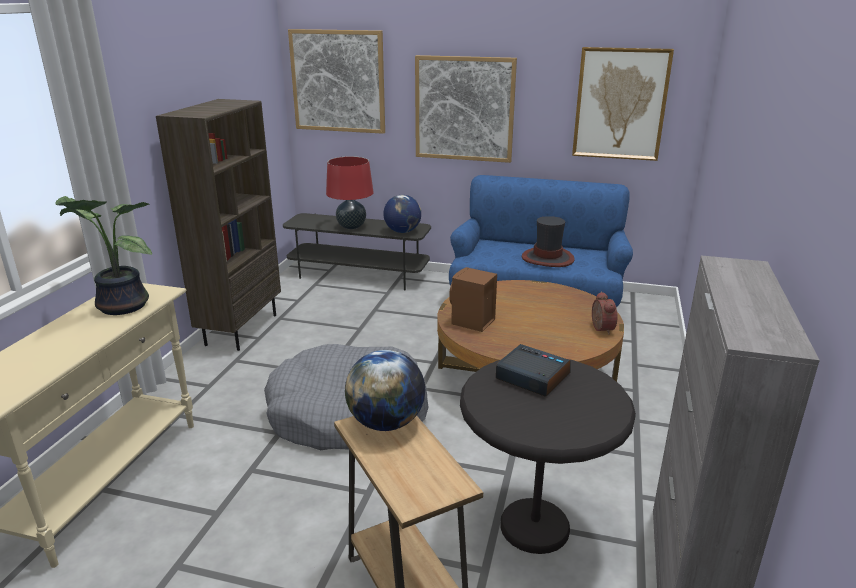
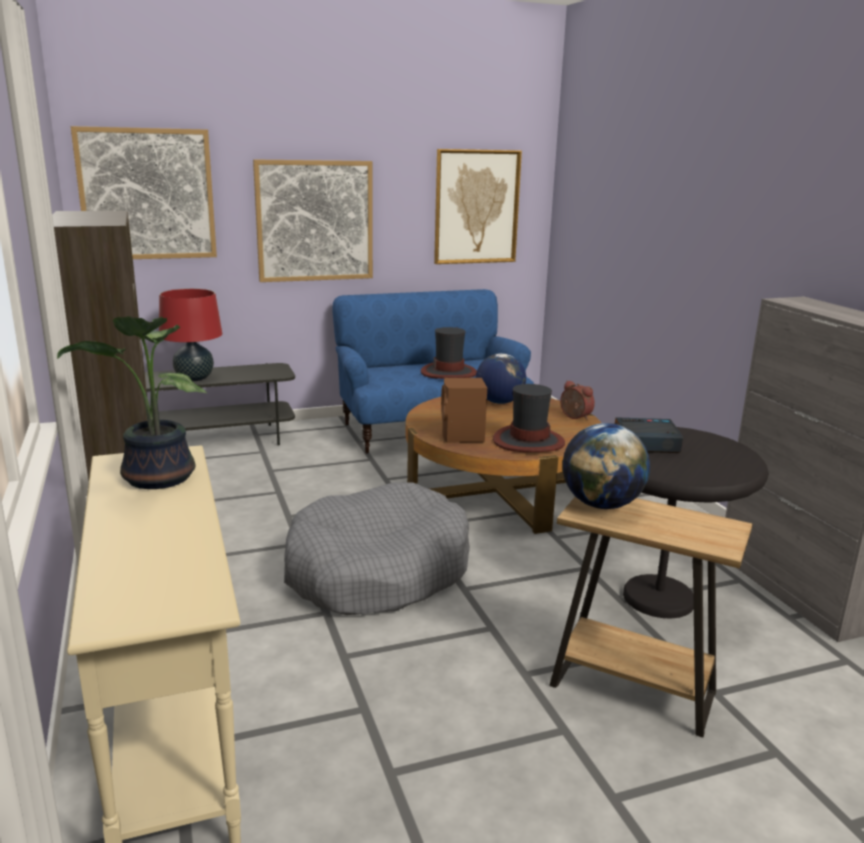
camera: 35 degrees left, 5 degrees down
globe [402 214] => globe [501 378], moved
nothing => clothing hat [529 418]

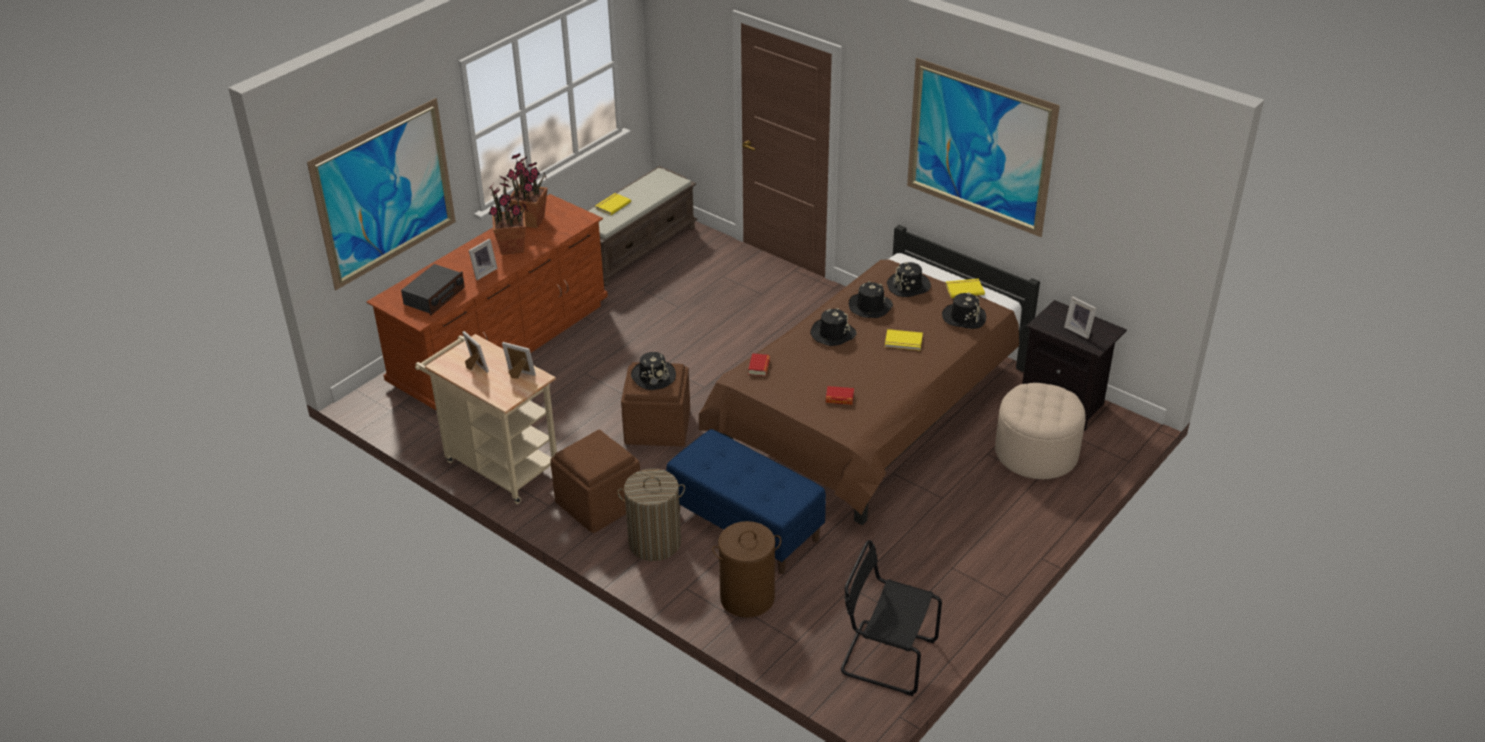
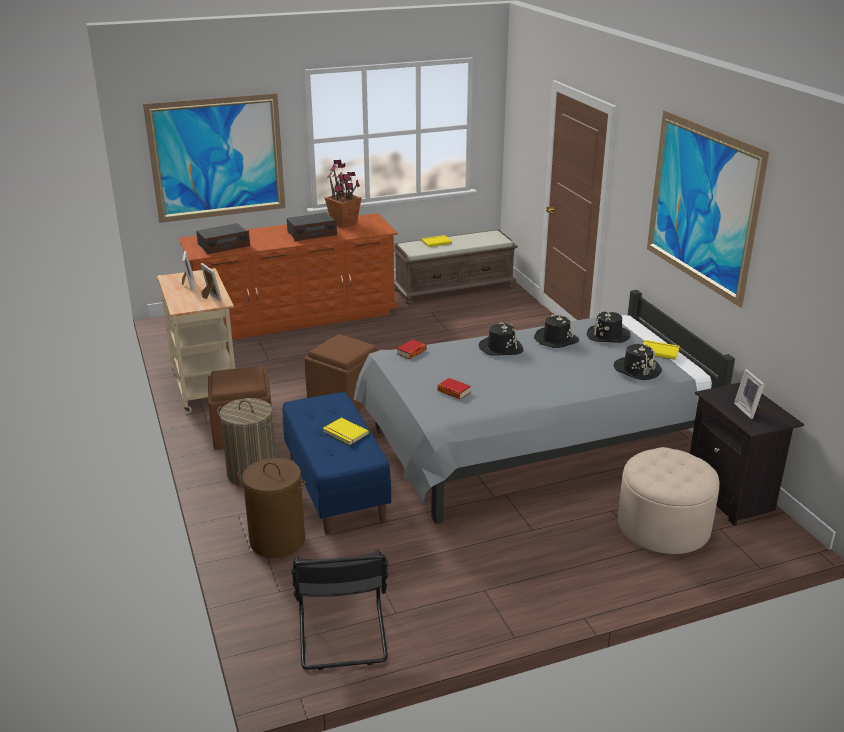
camera: 30 degrees right, 10 degrees down
plant in a pot [508 215] => radio [312 226]
blackish plain chair [891 618] => blackish plain chair [340 609], 150 degrees counterclockwise
yellowish bound book [904 340] => yellowish bound book [346 431], moved
brownish bedroom bed [869 375] => gray bedroom bed [544 407]
standing frame [483 259] => nothing
blackish clothing hat [653 371] => nothing

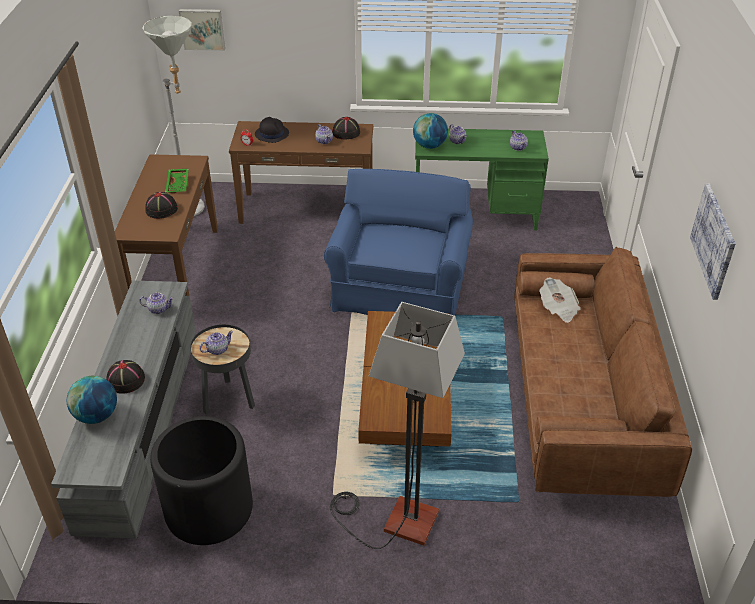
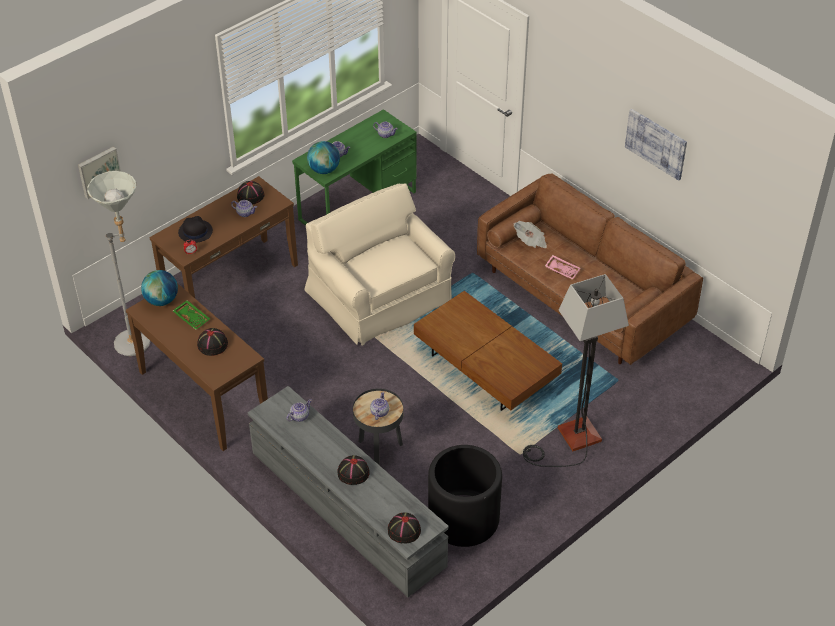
camera: 45 degrees left, 5 degrees up
globe [92 400] => globe [159 288], moved
blue-coloured easy chair [398 242] => sand-coloured easy chair [379 264]
nothing => blackish clothing hat [404 527]
nothing => pink-coloured tray [562 267]

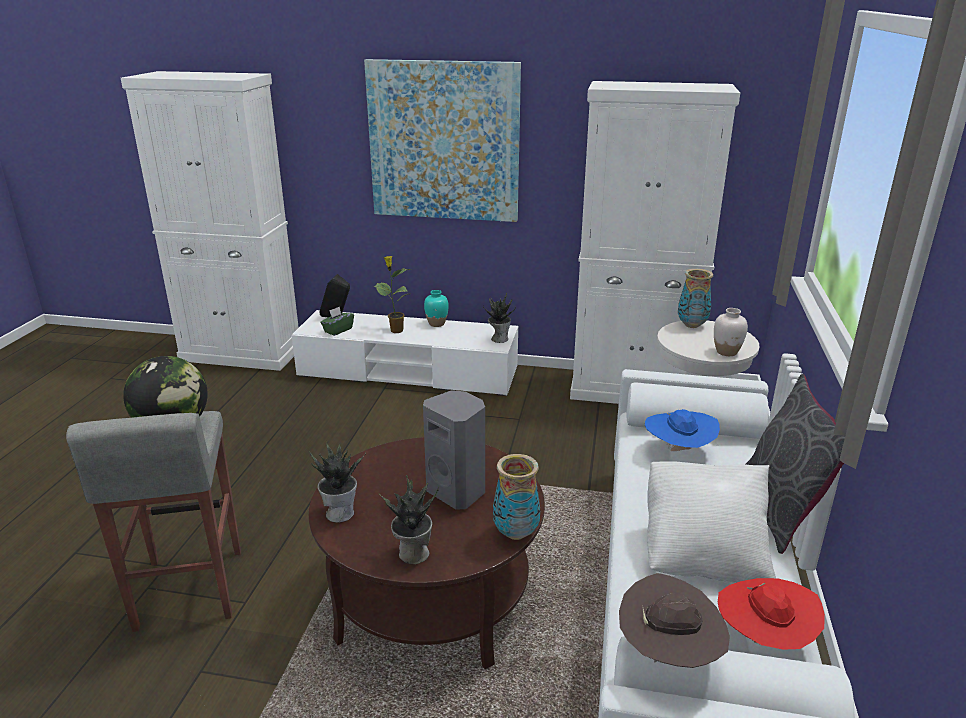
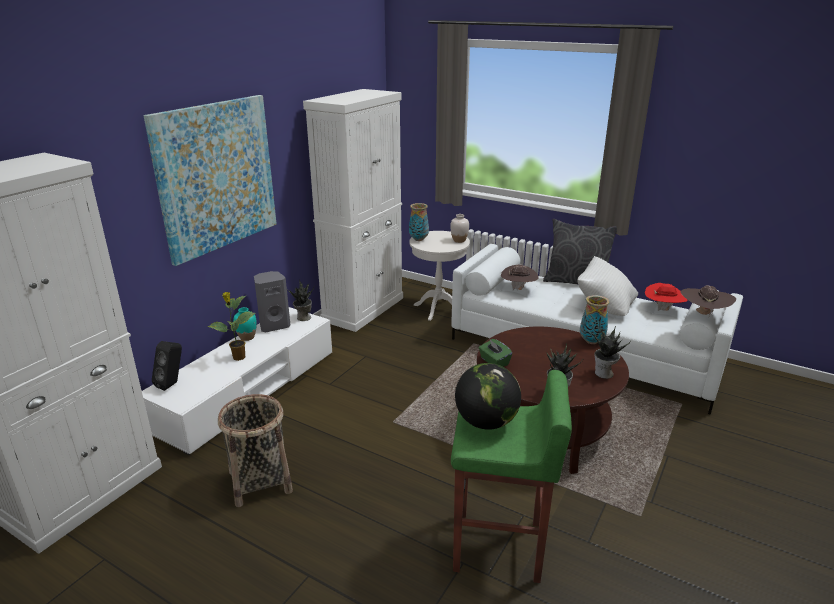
camera: 70 degrees left, 0 degrees up
nothing => basket [255 450]
gray speaker [454 450] => gray speaker [272 301], moved
gray sitting stool [153 521] => green-coloured sitting stool [511 476]
green-coloured tissue holder [337 321] => green-coloured tissue holder [496 353], moved
blue-coloured clothing hat [682 430] => brownish clothing hat [520 277]

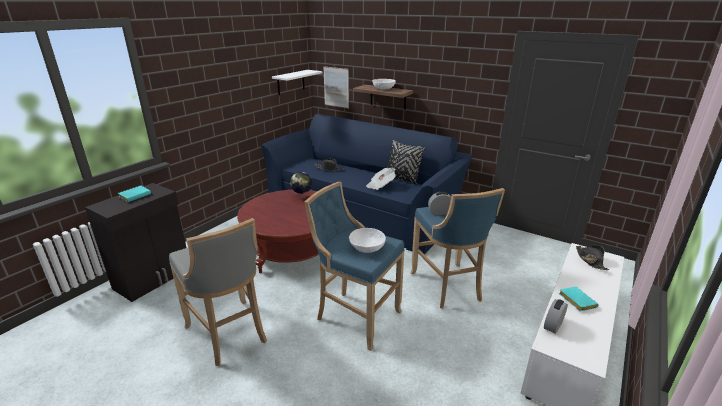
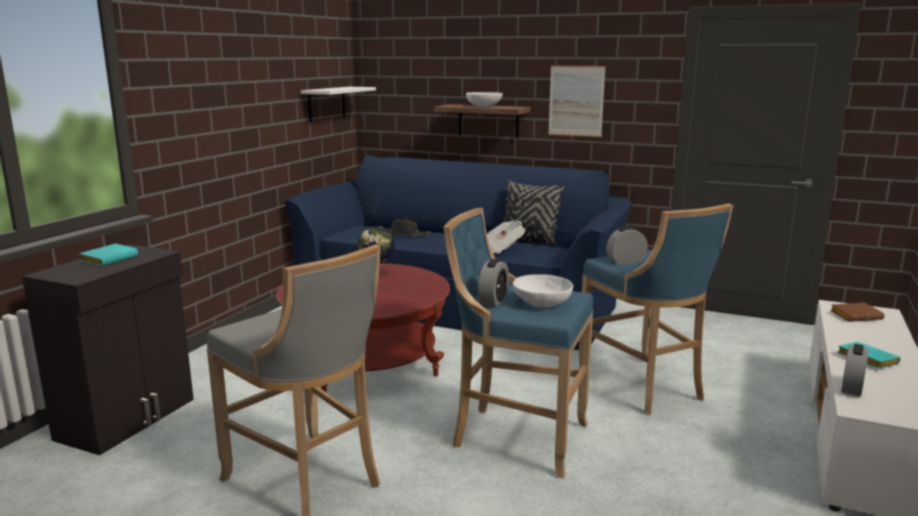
camera: 10 degrees left, 10 degrees down
nothing => table clock [493 282]
wall picture [336 87] => wall picture [577 101], moved
blackish clothing hat [592 257] => brownish bound book [857 312]

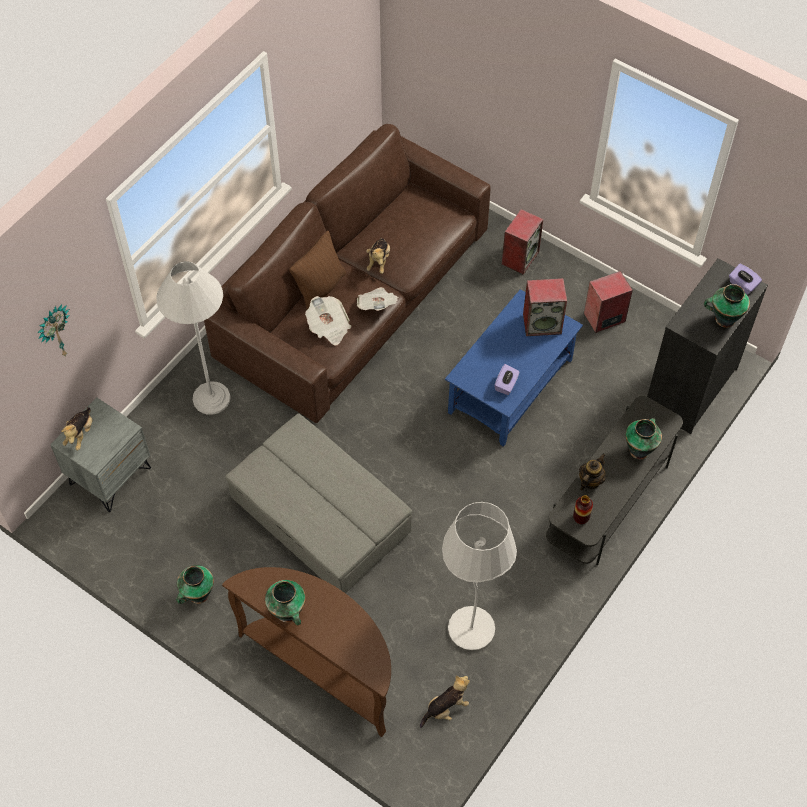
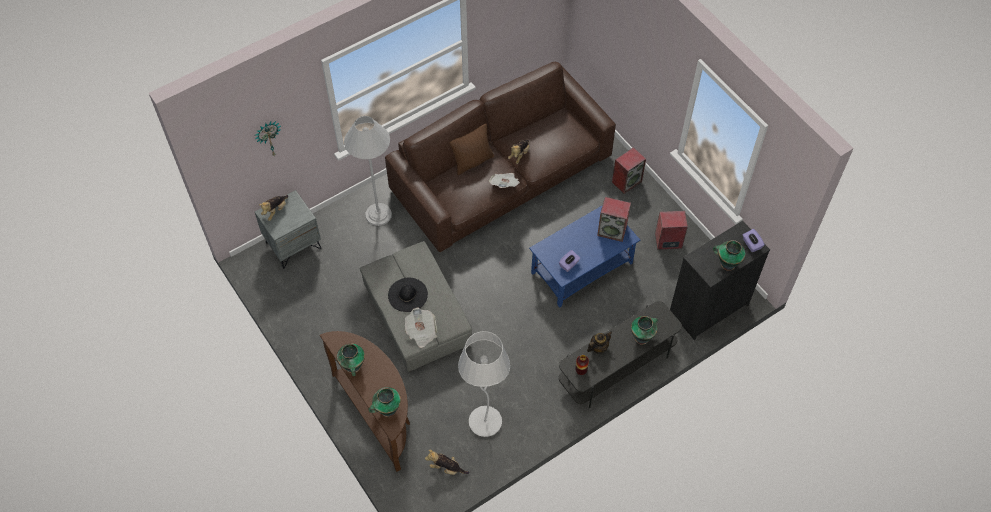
camera: 20 degrees right, 0 degrees up
vase [195 584] => vase [384 402], moved
nothing => blackish clothing hat [408 295]
printed paper [328 321] => printed paper [421 328], moved
cuddly toy [445 701] => cuddly toy [447 462], 150 degrees counterclockwise

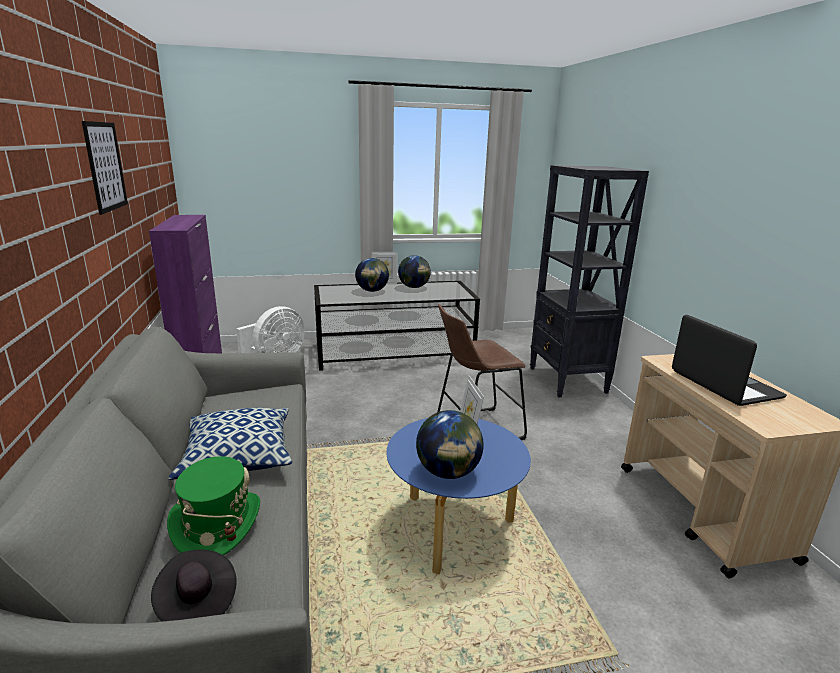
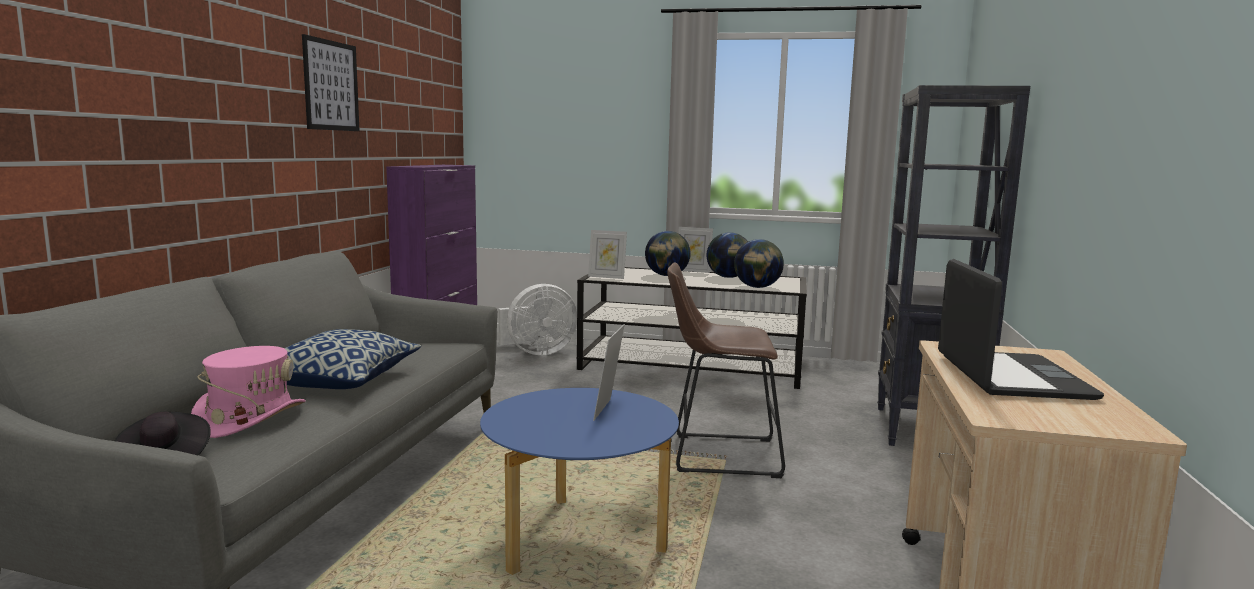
camera: 25 degrees right, 10 degrees down
green-coloured clothing hat [213 505] => pink-coloured clothing hat [248 392]
nothing => standing frame [607 254]
globe [450 444] => globe [759 263], moved

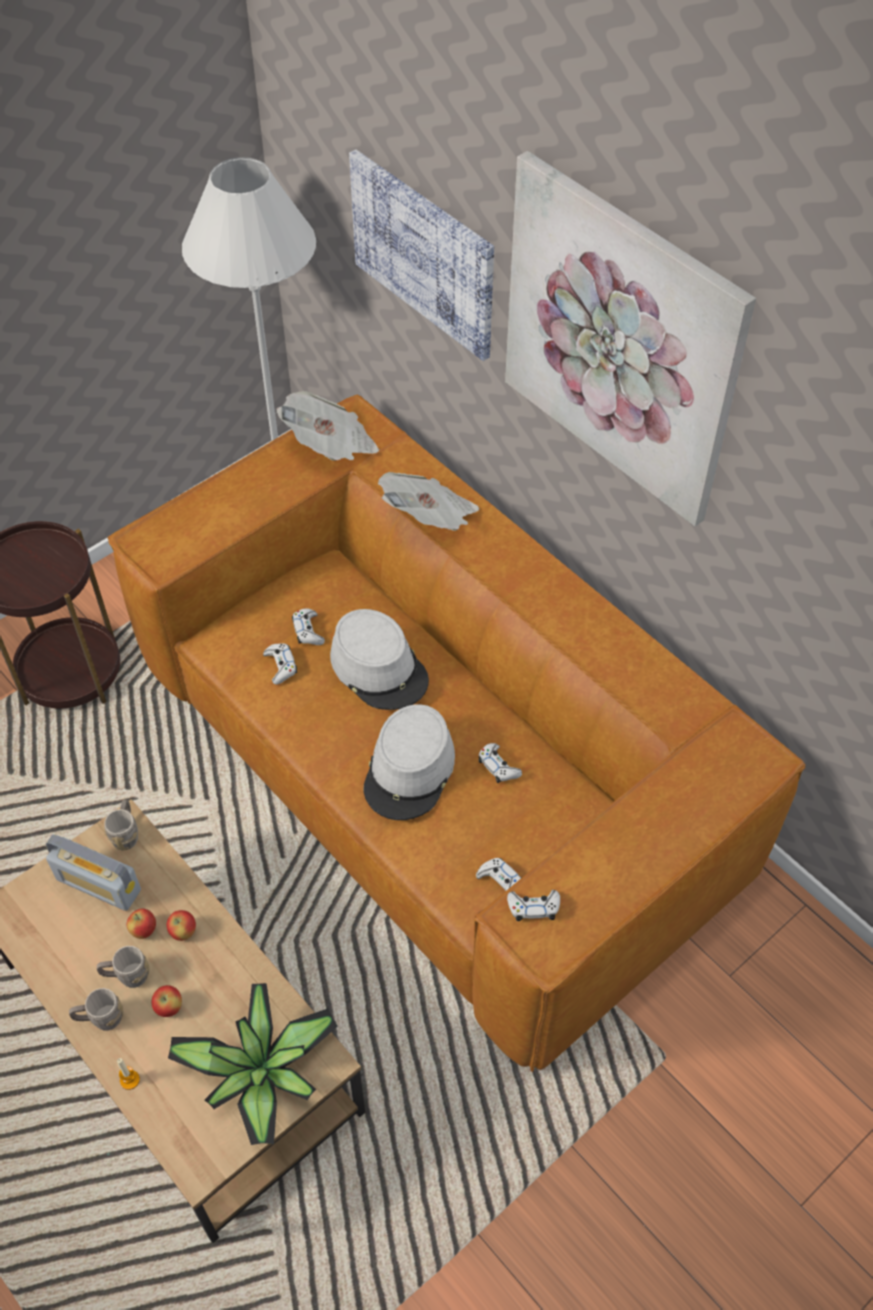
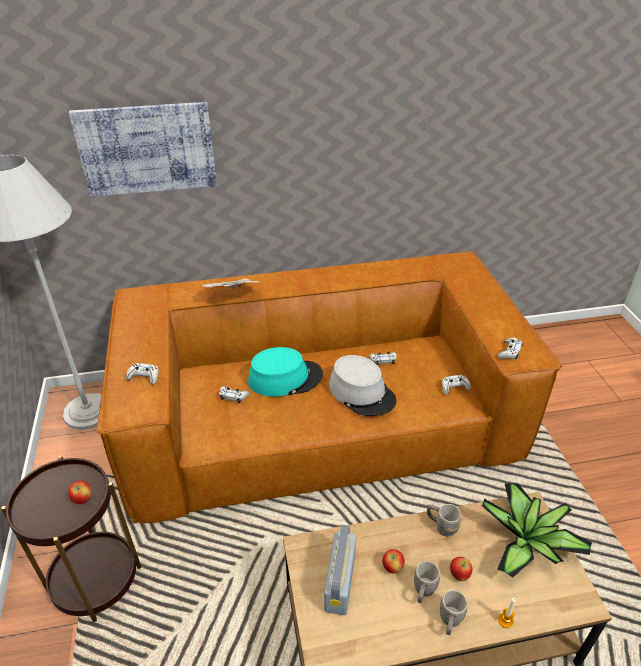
camera: 60 degrees left, 15 degrees down
apple fruit [181 925] => apple fruit [80 492], moved
whitish joypad [280 664] => whitish joypad [142 373], moved
gray clothing hat [379 659] => turquoise clothing hat [285 372]
radio [93 872] => radio [340 570], 135 degrees clockwise
gray mug [121 825] => gray mug [444 520], moved
printed paper [327 426] => nothing
wall picture [630 338] => nothing

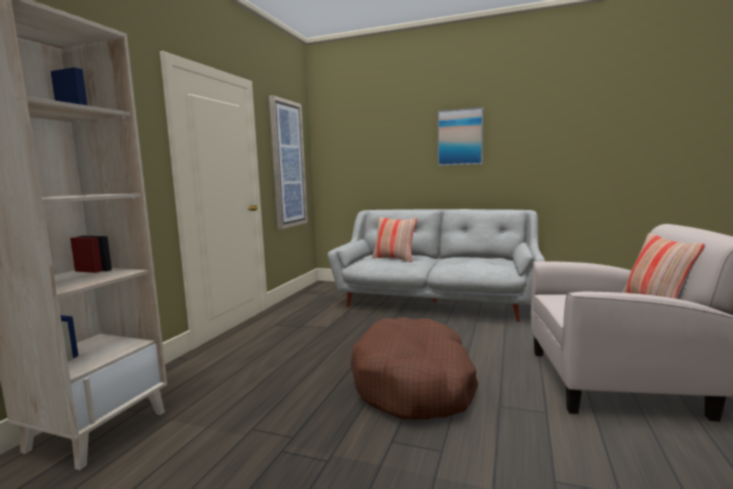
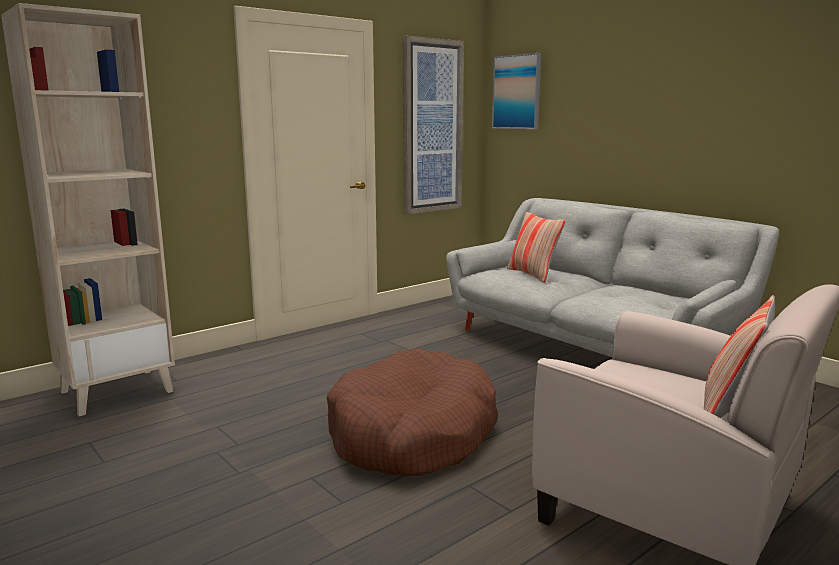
camera: 30 degrees right, 5 degrees up
wall picture [460 136] => wall picture [516 91], moved

